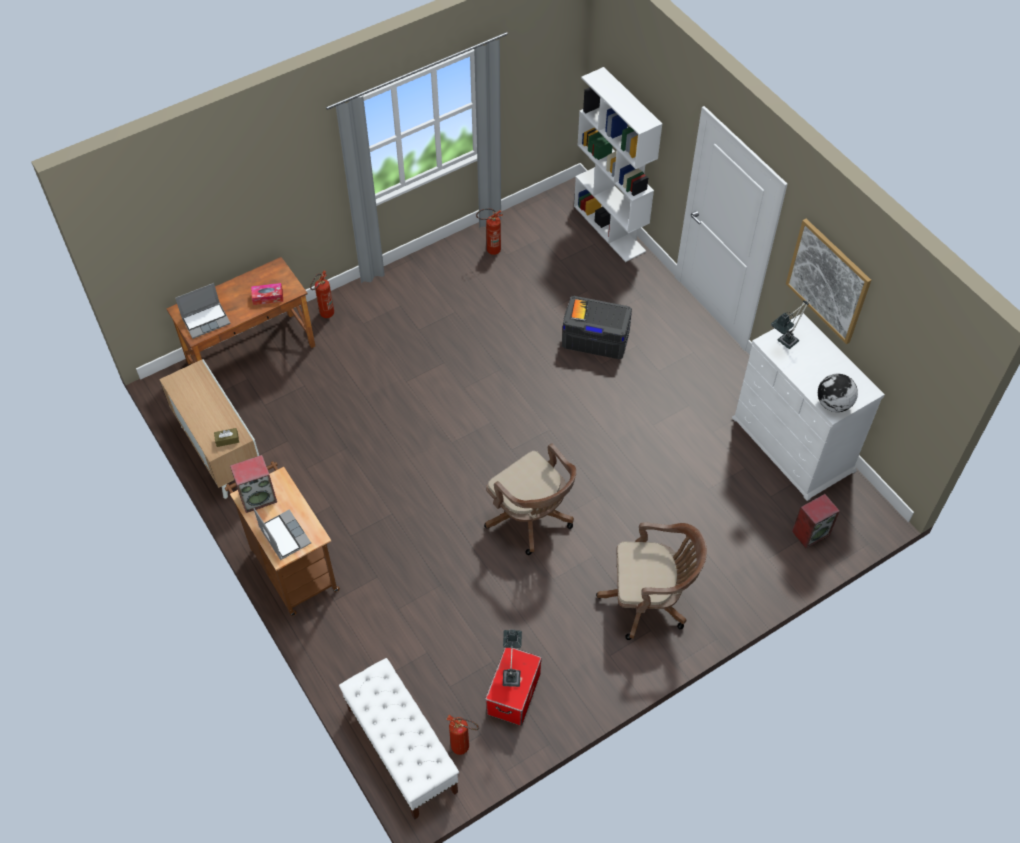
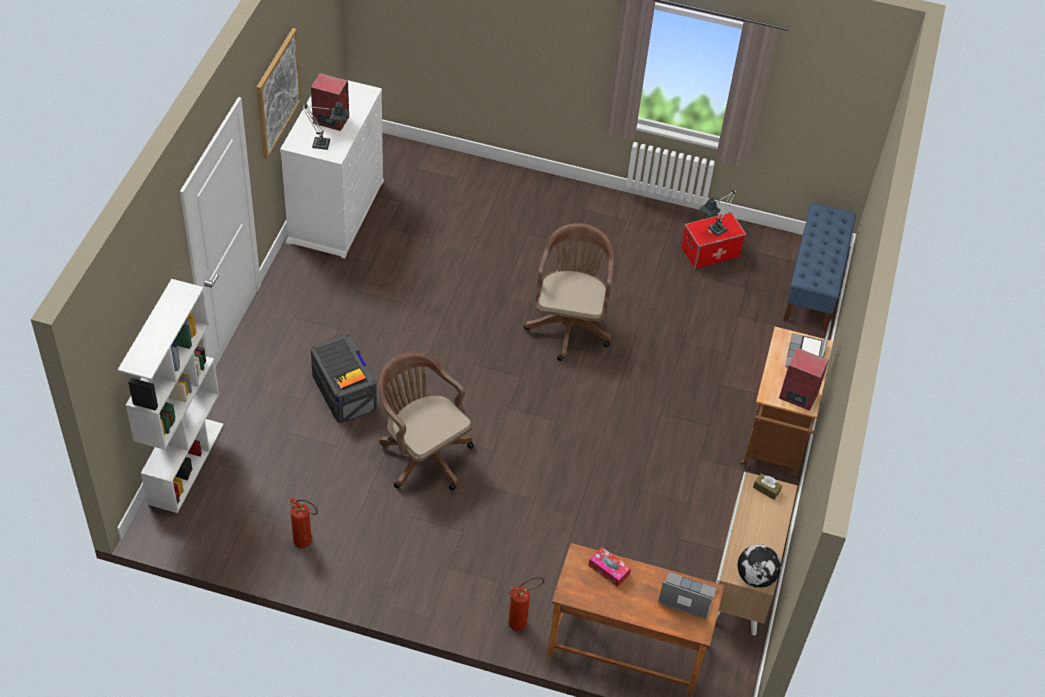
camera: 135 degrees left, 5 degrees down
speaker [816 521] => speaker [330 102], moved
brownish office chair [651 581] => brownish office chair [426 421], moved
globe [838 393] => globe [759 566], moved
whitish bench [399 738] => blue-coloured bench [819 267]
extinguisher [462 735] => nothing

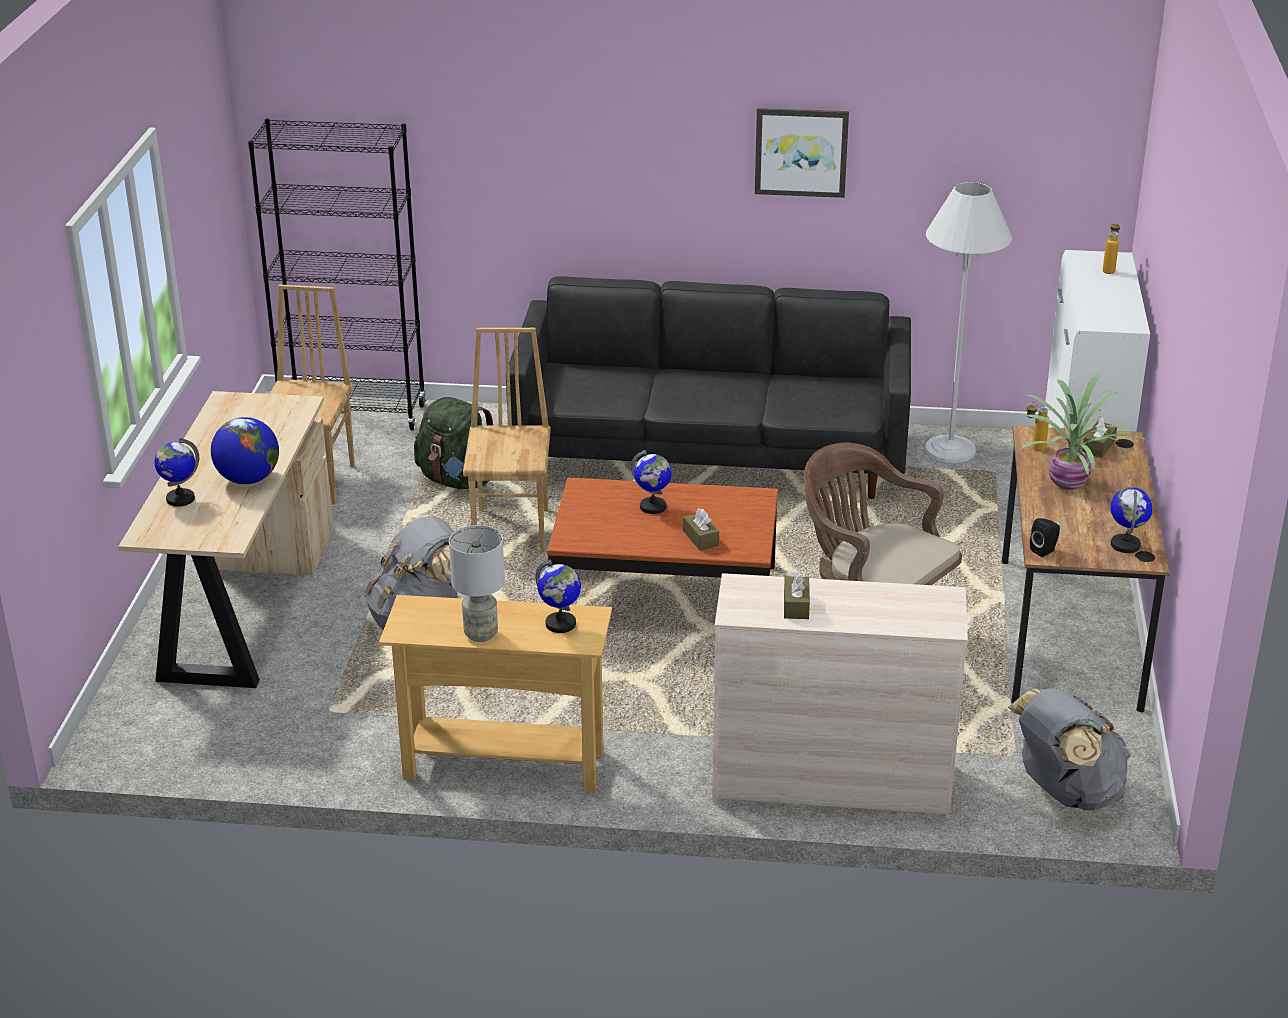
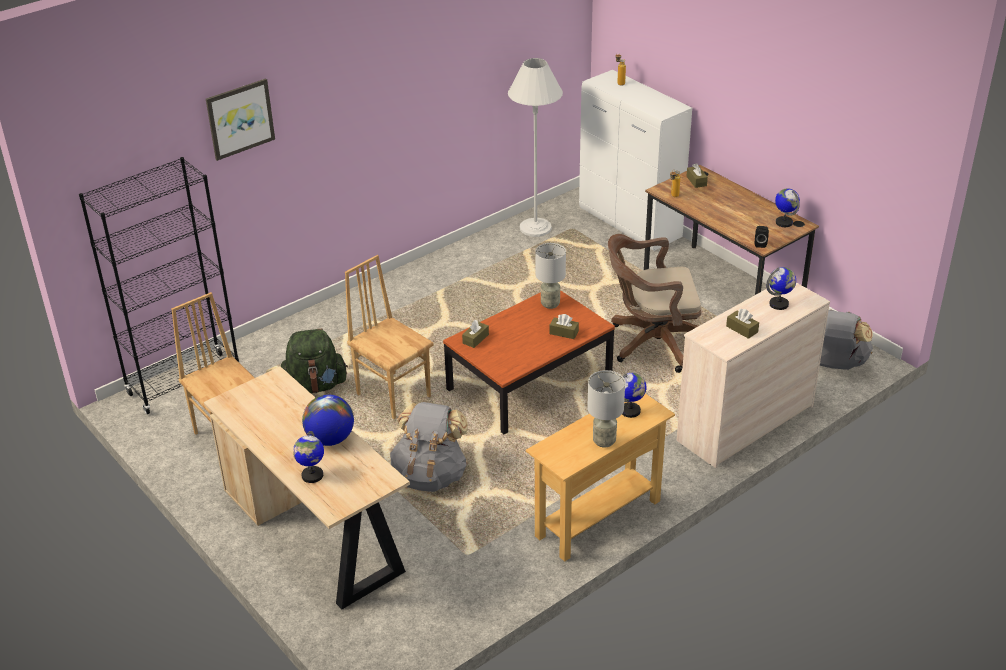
camera: 45 degrees left, 5 degrees up
wall picture [802 153] => wall picture [240 119], moved
nothing => brownish tissue holder [475 334]
nothing => gray table lamp [551 276]
globe [651 482] => globe [781 288], moved
blackish settee [708 387] => nothing
plant in a pot [1084 431] => nothing

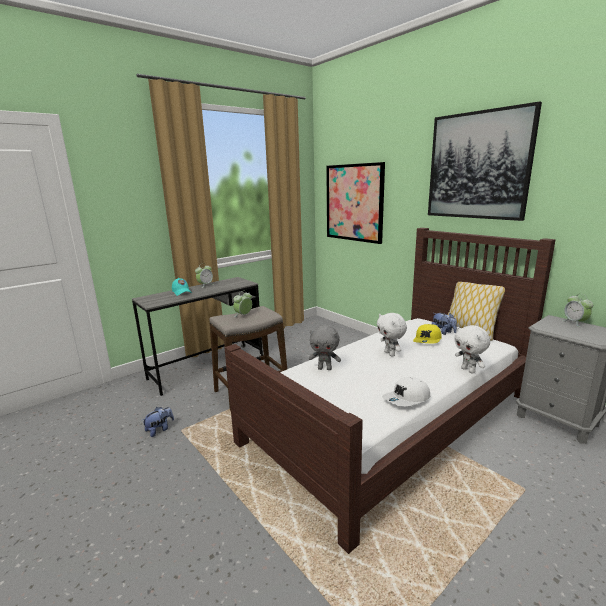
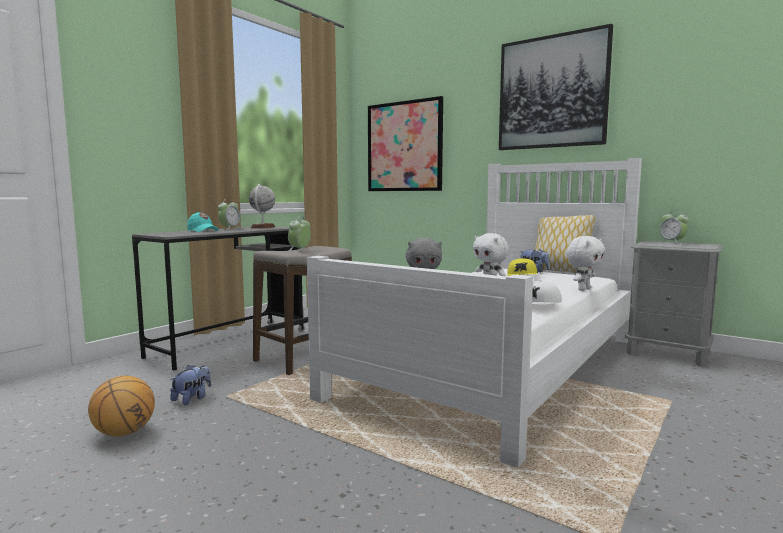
camera: 15 degrees left, 10 degrees down
nothing => basketball [121 406]
nothing => globe [262 206]
brownish bedroom bed [390 391] => whitish bedroom bed [474 313]
whitish cuddly toy [472 349] => whitish cuddly toy [586 263], 90 degrees counterclockwise

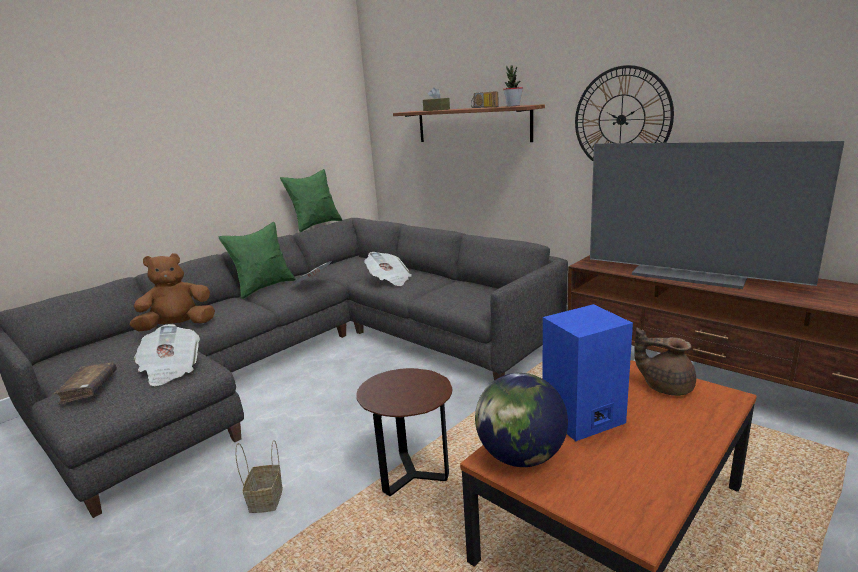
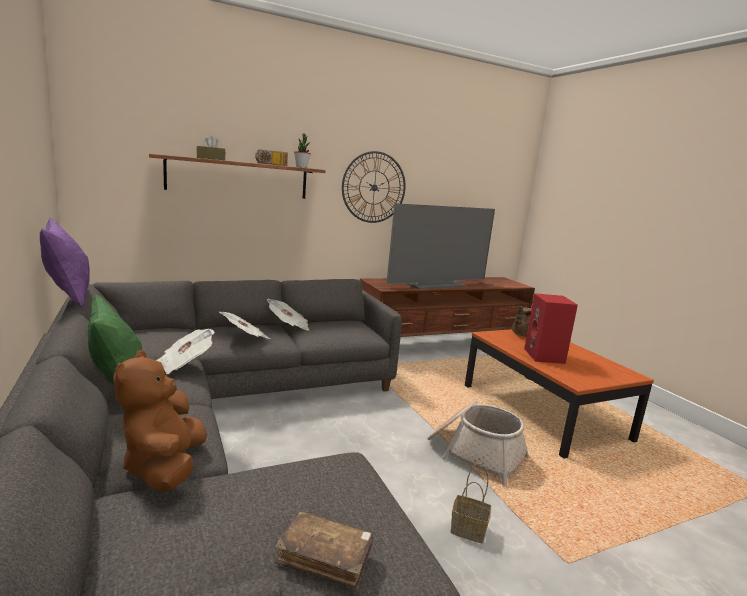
camera: 70 degrees left, 5 degrees down
green-coloured cushion [311 200] => purple-coloured cushion [65 263]
printed paper [167 355] => printed paper [288 315], moved
brownish accent table [404 432] => basket [478 443]
blue-coloured speaker [588 372] => red speaker [551 328]
globe [521 420] => nothing

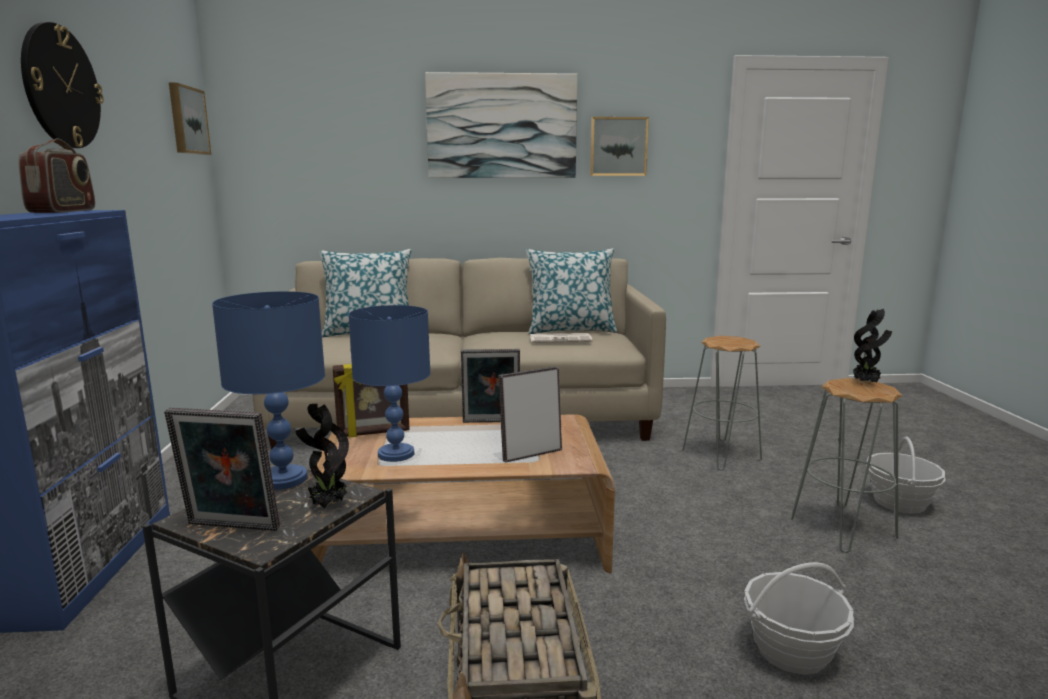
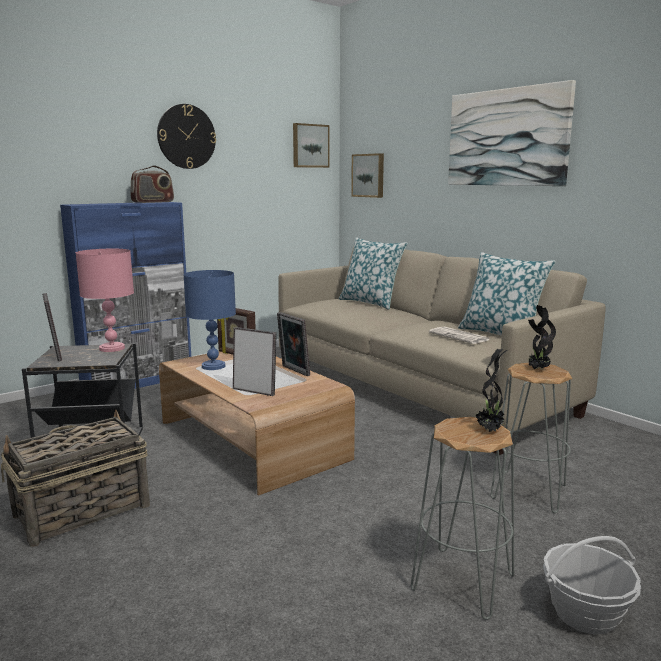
camera: 55 degrees right, 0 degrees up
blue-coloured table lamp [268 390] => pink-coloured table lamp [105 300]
wall picture [619 146] => wall picture [367 175], moved
plant in a pot [322 456] => plant in a pot [542 337], moved
basket [799 618] => nothing

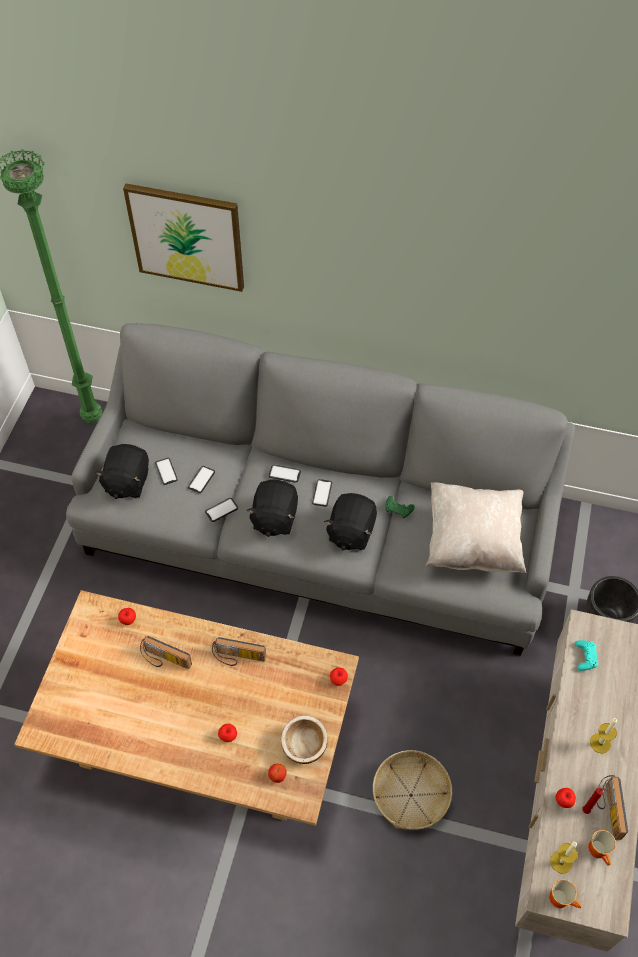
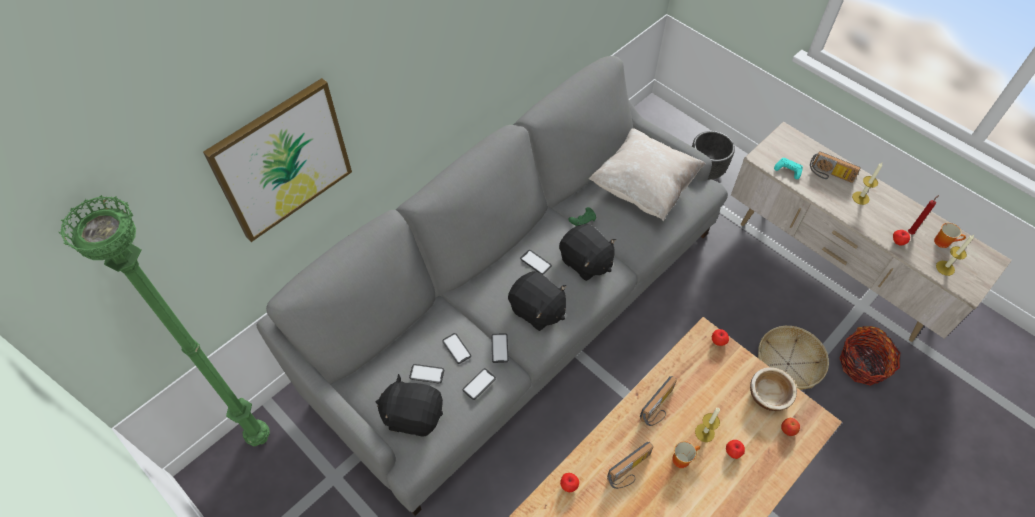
camera: 60 degrees left, 0 degrees up
blackish cuddly toy [122 471] => blackish cuddly toy [409 405], 150 degrees clockwise
handset [285 473] => handset [479 384], moved
mug [565 893] => mug [686 454], moved
nothing => wax candle [707 425]
radio [612 807] => radio [835 167], moved
nothing => basket [869 356]

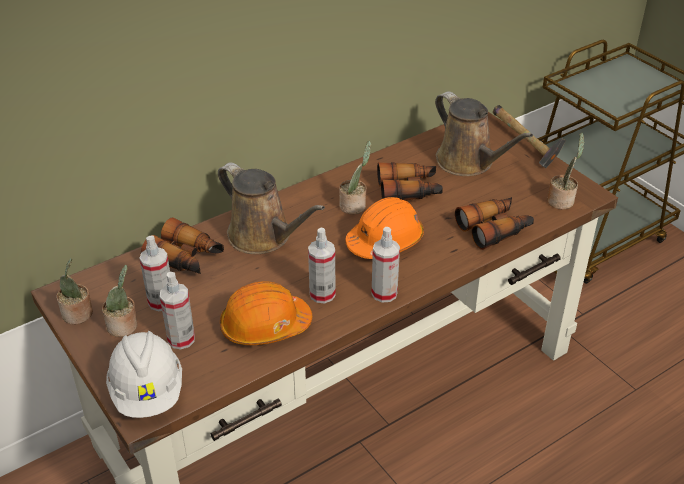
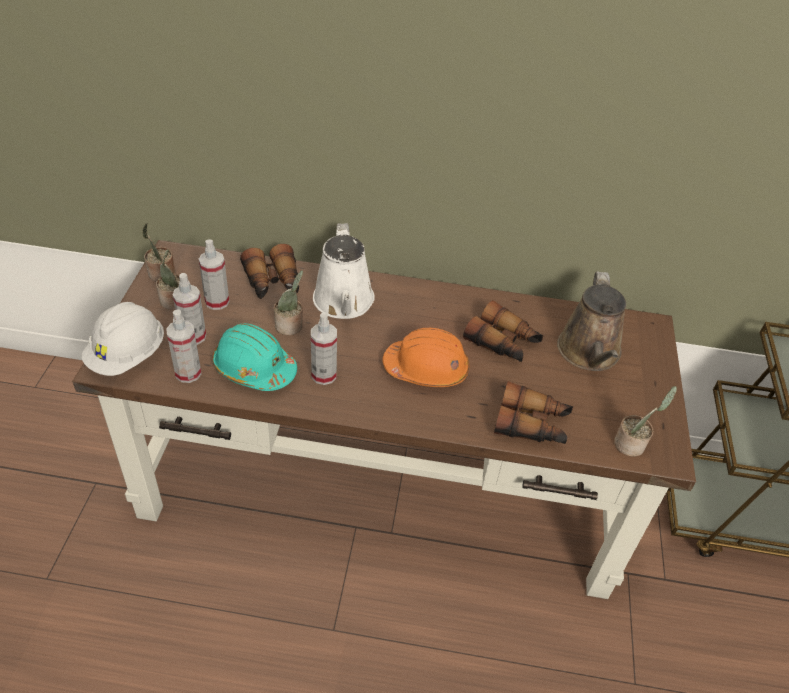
camera: 40 degrees right, 5 degrees up
hand sprayer [386 264] => hand sprayer [183 346], moved
orange-coloured work helmet [266 313] => turquoise work helmet [254 357]
plant in a pot [355 177] => plant in a pot [288 302], moved
brownish watering can [271 208] => whitish watering can [344 271]
tool hammer [529 136] => nothing

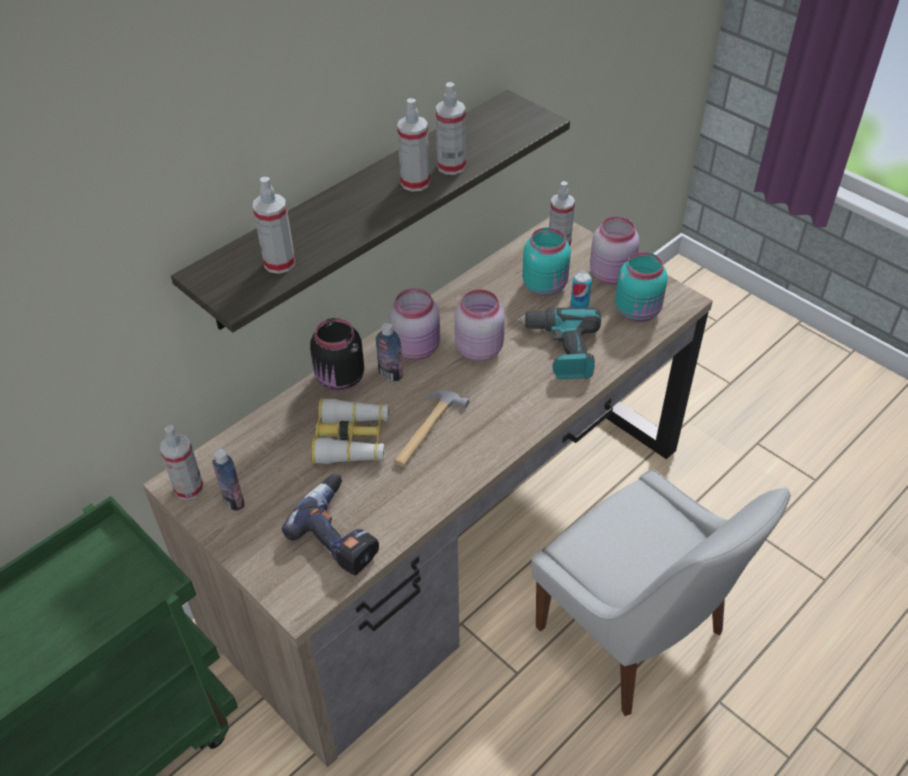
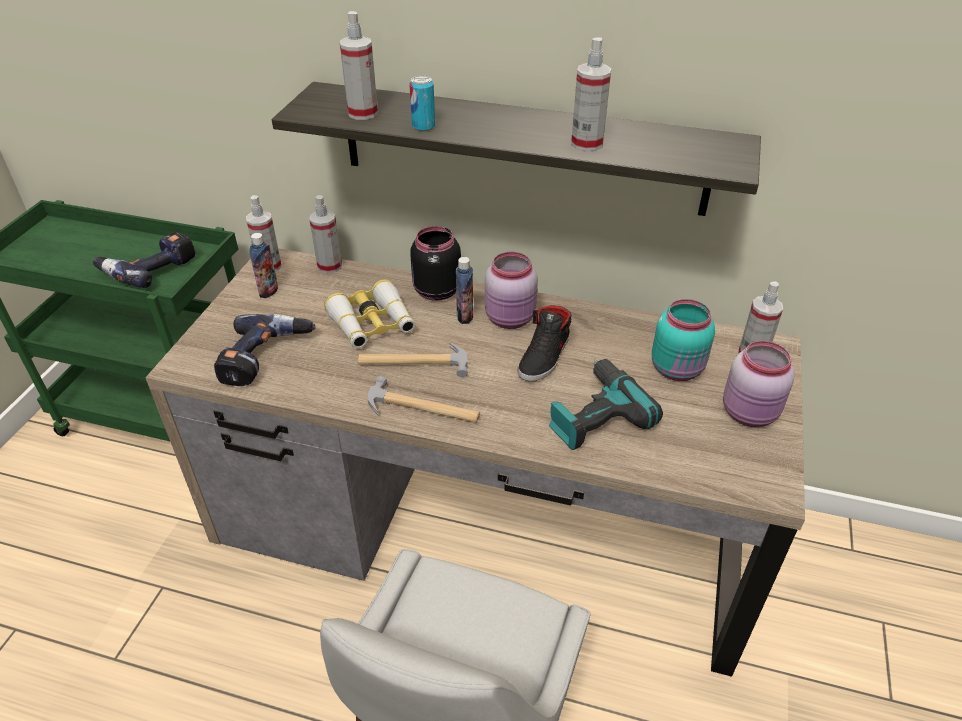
camera: 60 degrees right, 5 degrees down
nothing => drill [144 260]
hand sprayer [413 145] => hand sprayer [325 234], moved
nothing => tool hammer [424 399]
can [581 289] => can [422 103], moved
pink-coloured storage jar [480 325] => blackish low shoe [545 343]
turquoise storage jar [641 287] => nothing

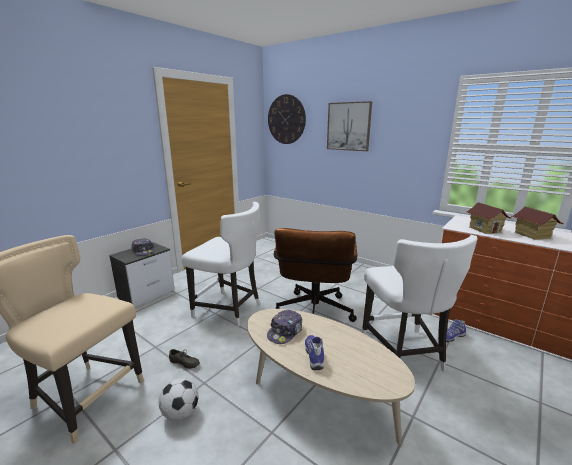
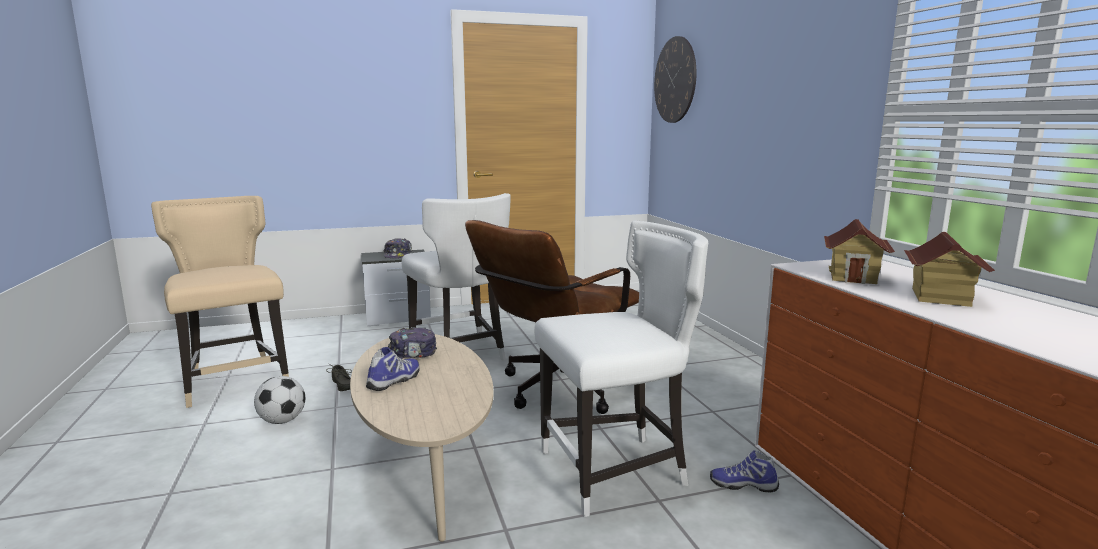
camera: 35 degrees right, 5 degrees down
whitish plain chair [419 303] => whitish plain chair [621 368], 135 degrees counterclockwise
wall picture [349 126] => nothing

